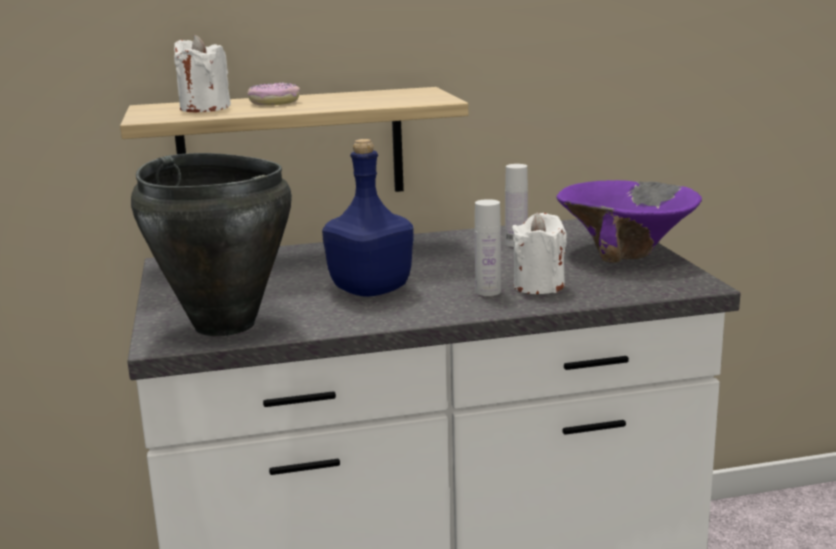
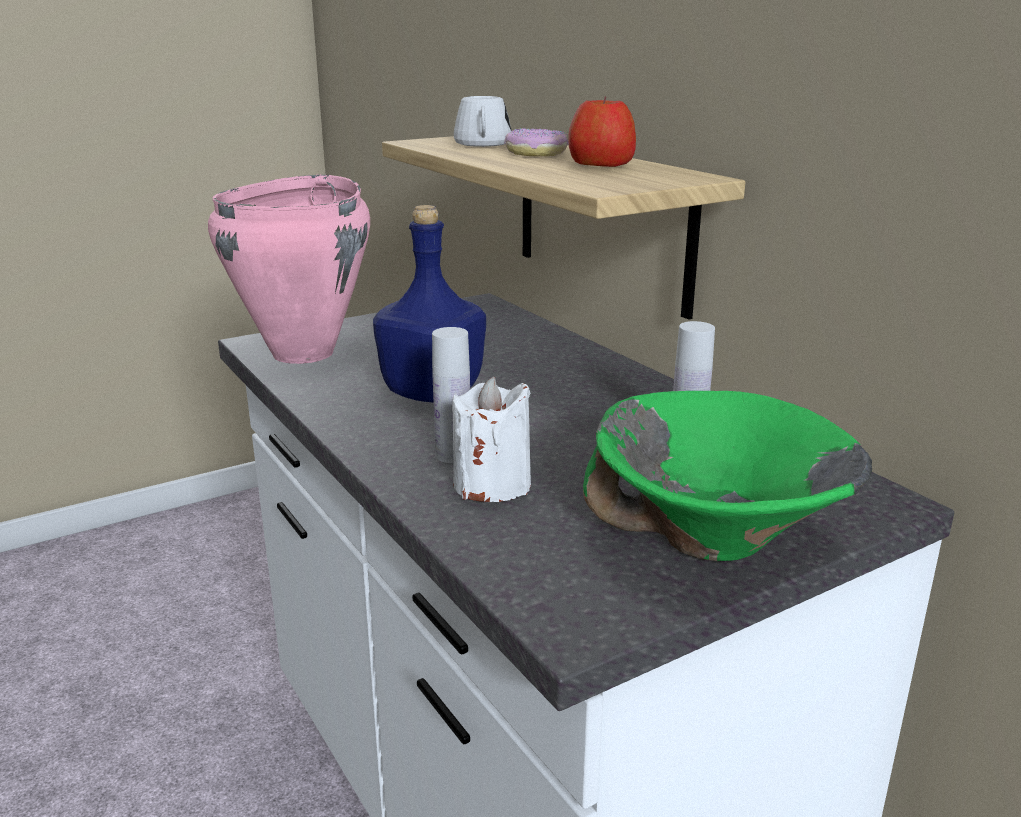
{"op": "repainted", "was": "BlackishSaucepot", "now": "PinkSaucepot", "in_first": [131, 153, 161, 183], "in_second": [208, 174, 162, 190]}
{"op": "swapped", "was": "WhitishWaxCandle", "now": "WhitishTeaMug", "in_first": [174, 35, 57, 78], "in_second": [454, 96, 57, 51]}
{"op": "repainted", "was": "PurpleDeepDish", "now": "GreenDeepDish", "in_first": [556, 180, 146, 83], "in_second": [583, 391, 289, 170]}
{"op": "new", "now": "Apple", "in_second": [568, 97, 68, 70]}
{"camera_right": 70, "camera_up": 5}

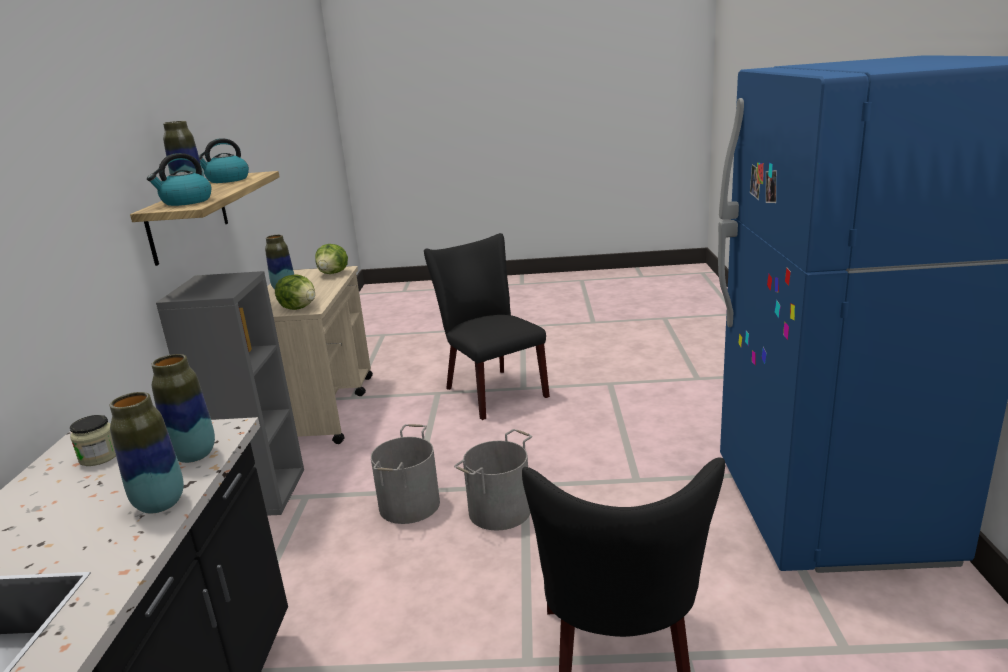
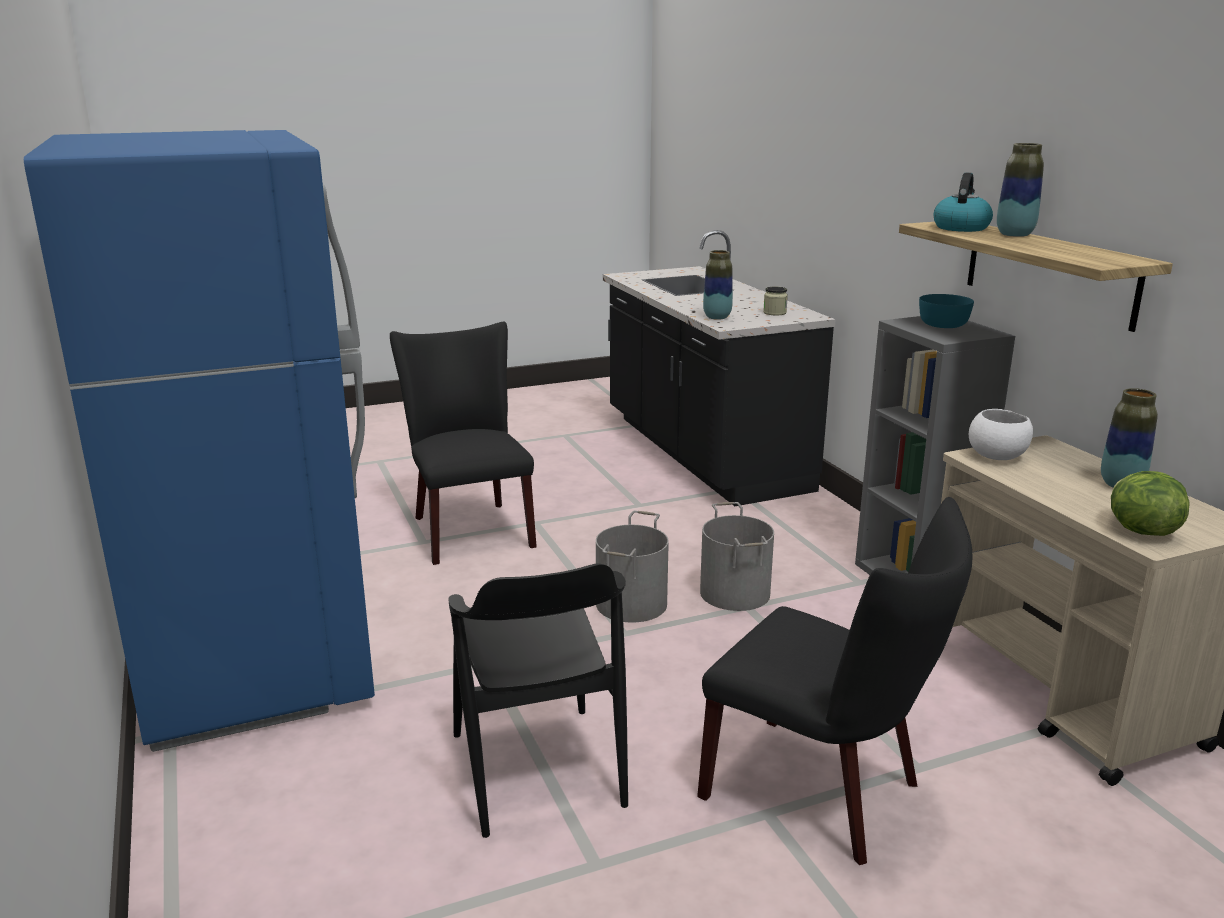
{"op": "gone", "was": "Vase", "in_first": [110, 392, 74, 122]}
{"op": "gone", "was": "Kettle", "in_first": [199, 138, 50, 45]}
{"op": "swapped", "was": "Lettuce", "now": "WhitishDeepDish", "in_first": [275, 274, 40, 36], "in_second": [969, 409, 64, 51]}
{"op": "new", "now": "BlackishUprightChair", "in_second": [448, 563, 180, 275]}
{"op": "new", "now": "TurquoiseColouredDeepDish", "in_second": [919, 294, 55, 34]}
{"camera_right": 155, "camera_up": 0}

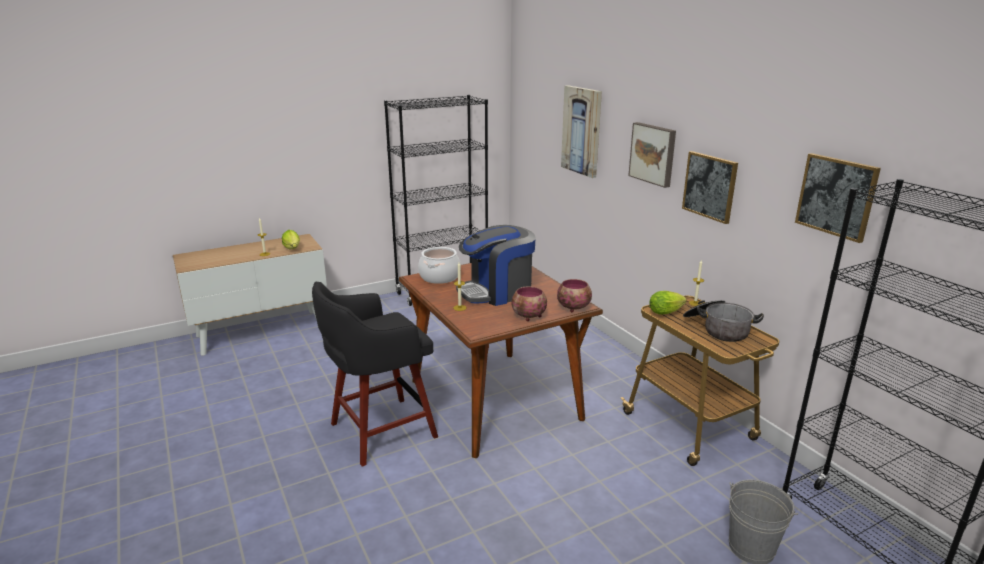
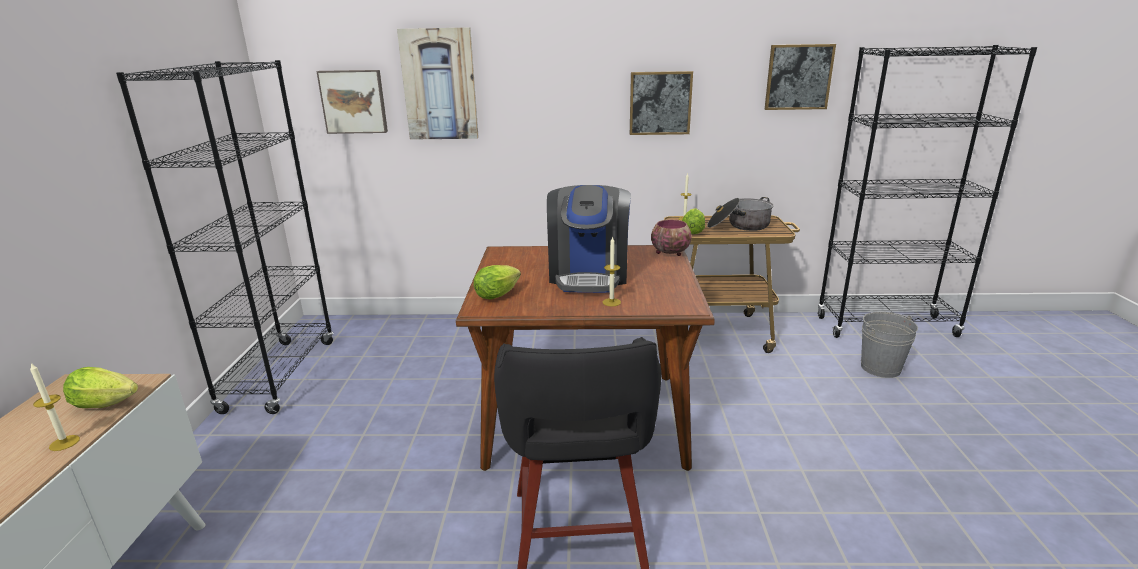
{"op": "swapped", "was": "Saucepot", "now": "Lettuce", "in_first": [418, 247, 43, 37], "in_second": [474, 265, 47, 35]}
{"op": "gone", "was": "DeepDish", "in_first": [511, 286, 36, 35]}
{"op": "shifted", "was": "WallArt", "in_first": [628, 122, 48, 66], "in_second": [317, 70, 71, 64]}
{"camera_right": -60, "camera_up": 0}

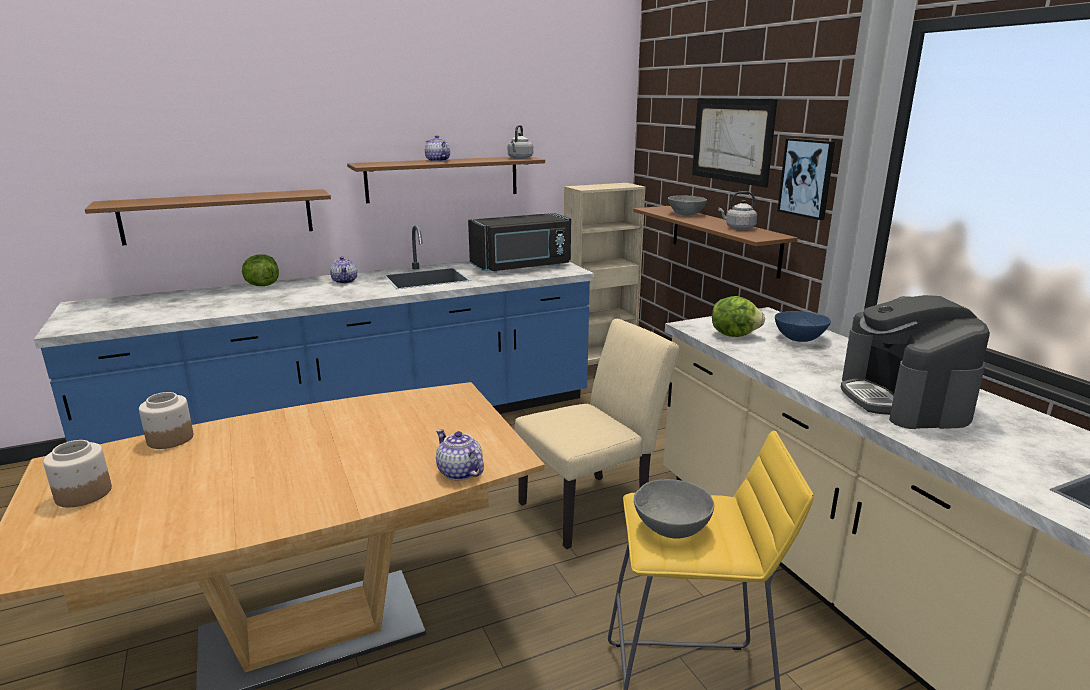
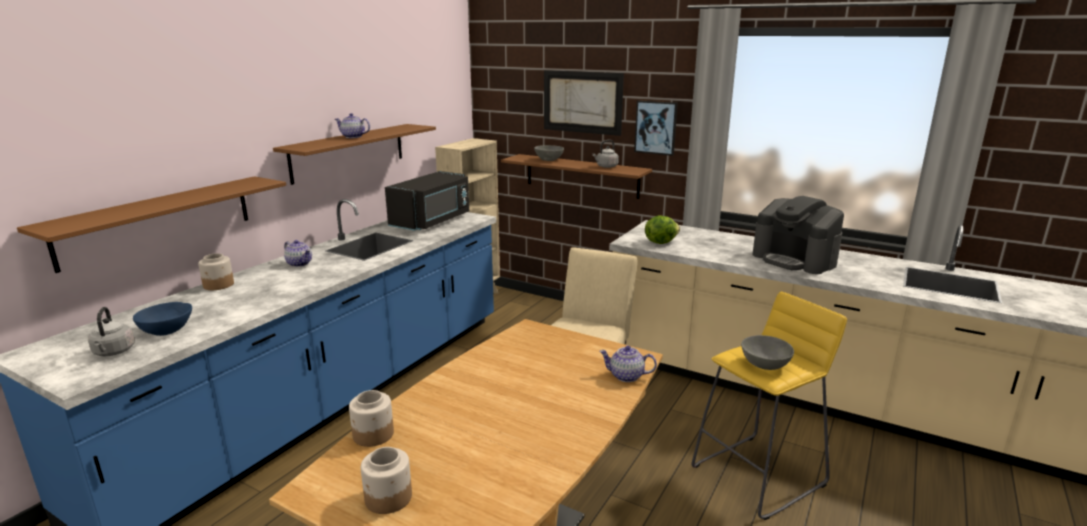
{"op": "swapped", "was": "Lettuce", "now": "PreserveJar", "in_first": [242, 254, 37, 32], "in_second": [198, 253, 36, 37]}
{"op": "shifted", "was": "GrayKettle", "in_first": [508, 125, 25, 34], "in_second": [88, 307, 47, 49]}
{"op": "shifted", "was": "BlueDeepDish", "in_first": [775, 311, 56, 31], "in_second": [133, 302, 59, 34]}
{"camera_right": -35, "camera_up": 0}

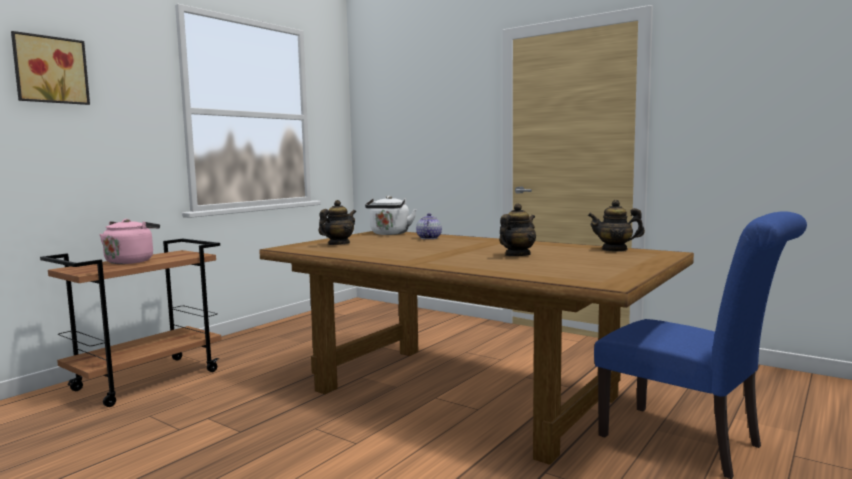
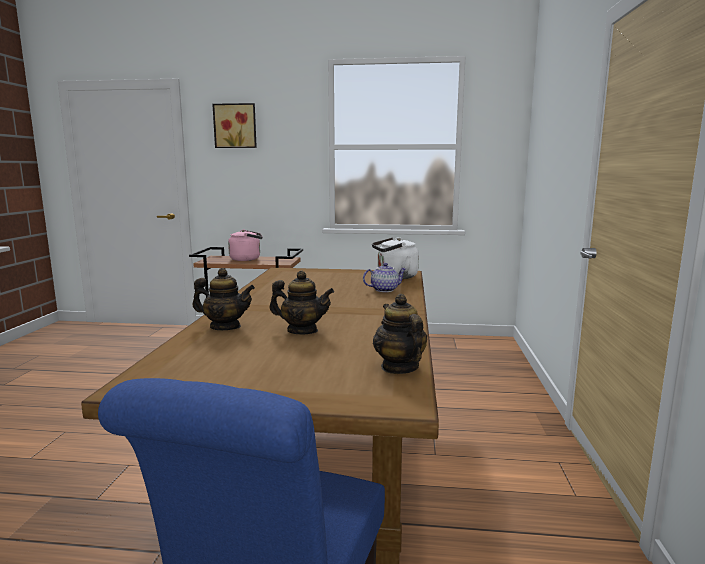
{"op": "shifted", "was": "TeaPot", "in_first": [319, 200, 37, 45], "in_second": [192, 268, 63, 62]}
{"camera_right": 60, "camera_up": 5}

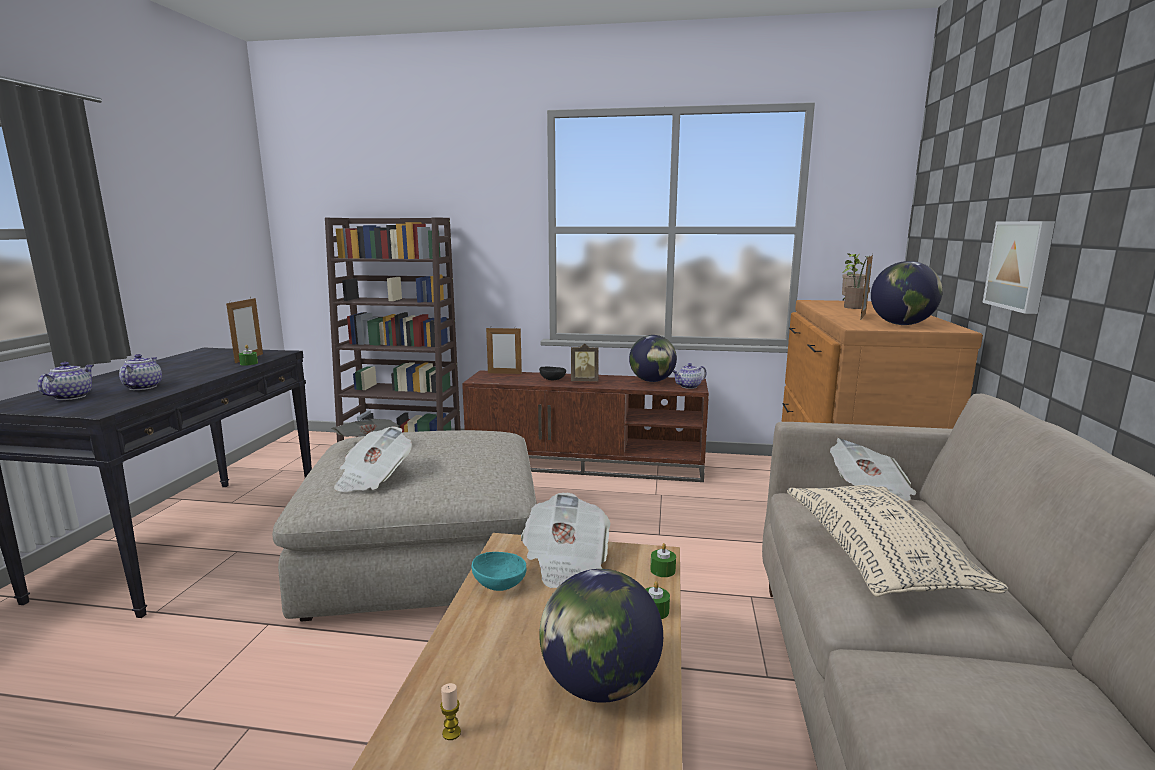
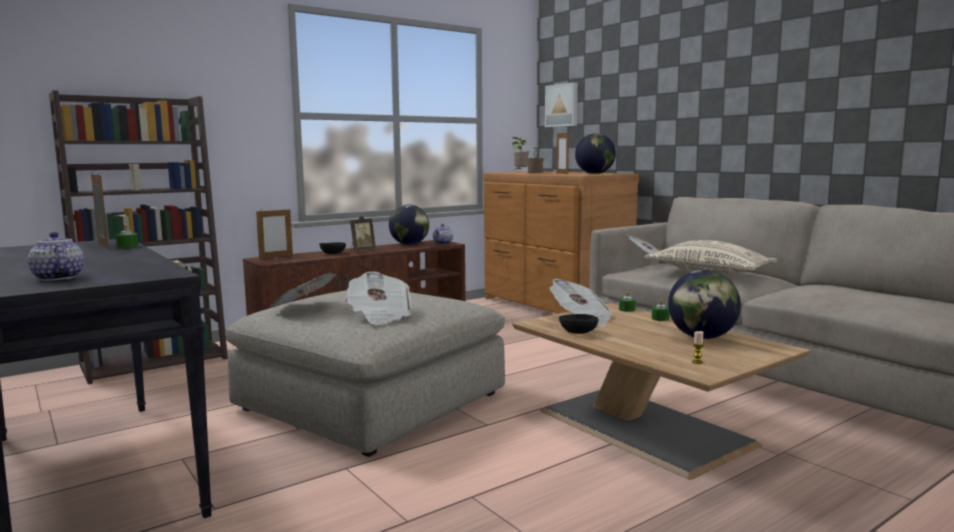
{"op": "gone", "was": "TeaPot", "in_first": [119, 354, 43, 36]}
{"op": "repainted", "was": "TurquoiseColouredDeepDish", "now": "BlackishDeepDish", "in_first": [471, 552, 56, 39], "in_second": [559, 314, 39, 20]}
{"op": "shifted", "was": "WallArt", "in_first": [982, 221, 73, 93], "in_second": [545, 82, 33, 45]}
{"camera_right": -45, "camera_up": -5}

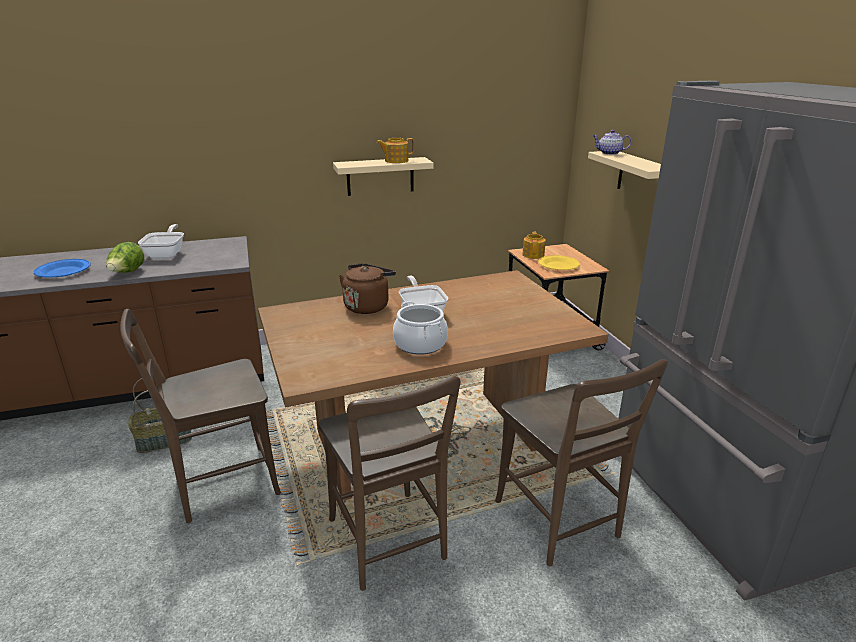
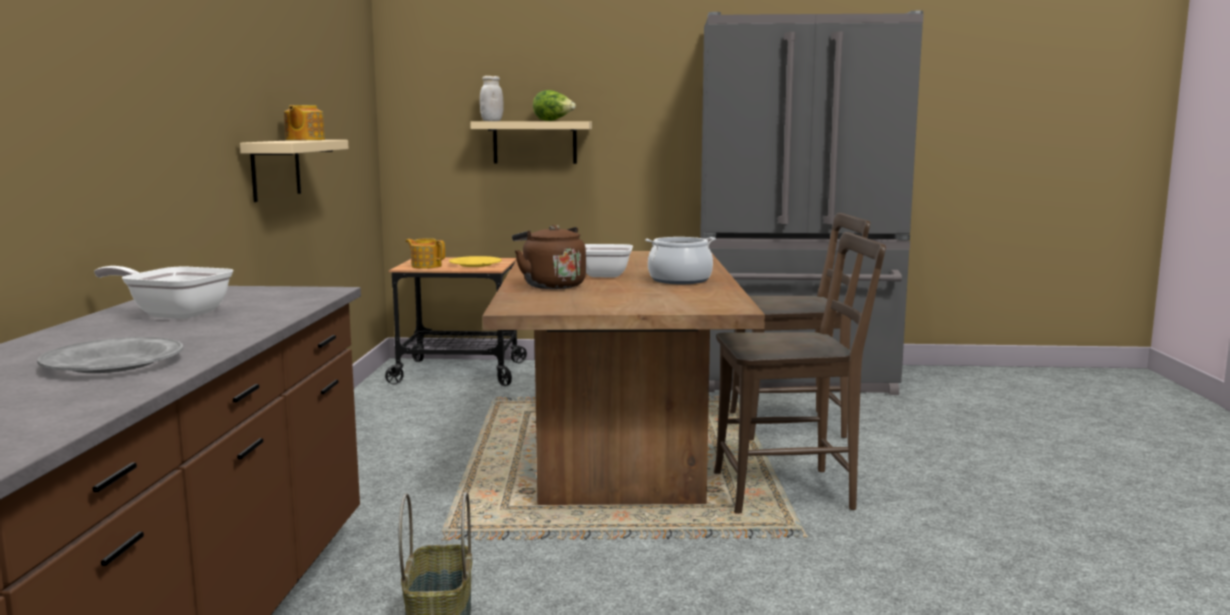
{"op": "repainted", "was": "BlueFlatDish", "now": "GrayFlatDish", "in_first": [34, 259, 57, 19], "in_second": [37, 337, 147, 36]}
{"op": "shifted", "was": "Lettuce", "in_first": [106, 242, 38, 31], "in_second": [533, 90, 43, 31]}
{"op": "gone", "was": "BrownUprightChair", "in_first": [120, 309, 161, 214]}
{"op": "swapped", "was": "TeaPot", "now": "WhitishPreserveJar", "in_first": [592, 130, 40, 25], "in_second": [480, 76, 24, 45]}
{"camera_right": -70, "camera_up": -15}

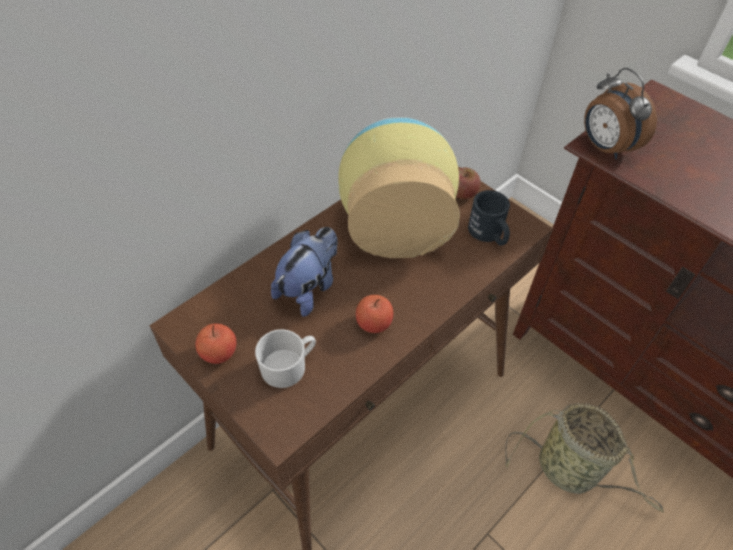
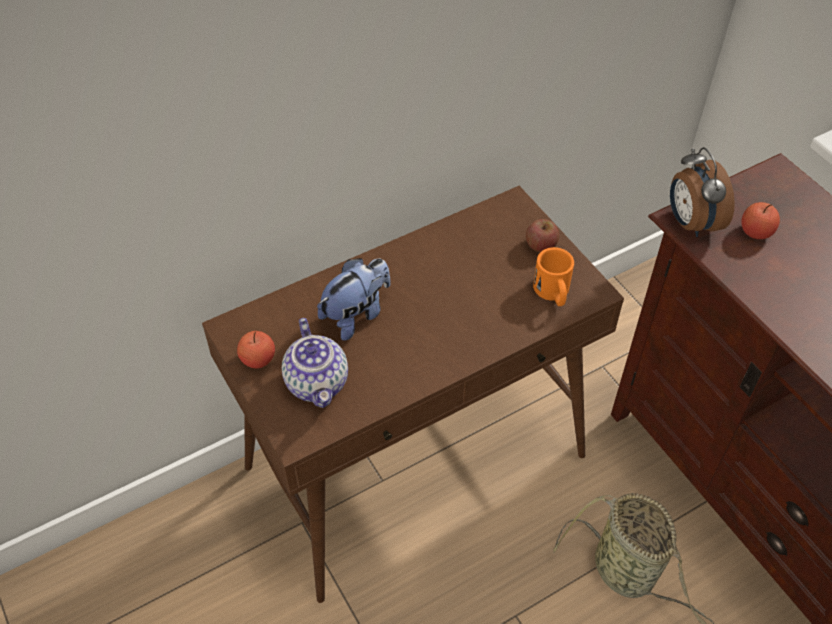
{"op": "swapped", "was": "WhitishTeaMug", "now": "TeaPot", "in_first": [255, 329, 61, 59], "in_second": [282, 318, 66, 90]}
{"op": "gone", "was": "Vase", "in_first": [338, 117, 122, 141]}
{"op": "shifted", "was": "Apple", "in_first": [356, 295, 37, 38], "in_second": [741, 202, 39, 37]}
{"op": "repainted", "was": "BlackishTeaMug", "now": "OrangeColouredTeaMug", "in_first": [468, 190, 42, 56], "in_second": [533, 247, 41, 59]}
{"camera_right": 15, "camera_up": 0}

